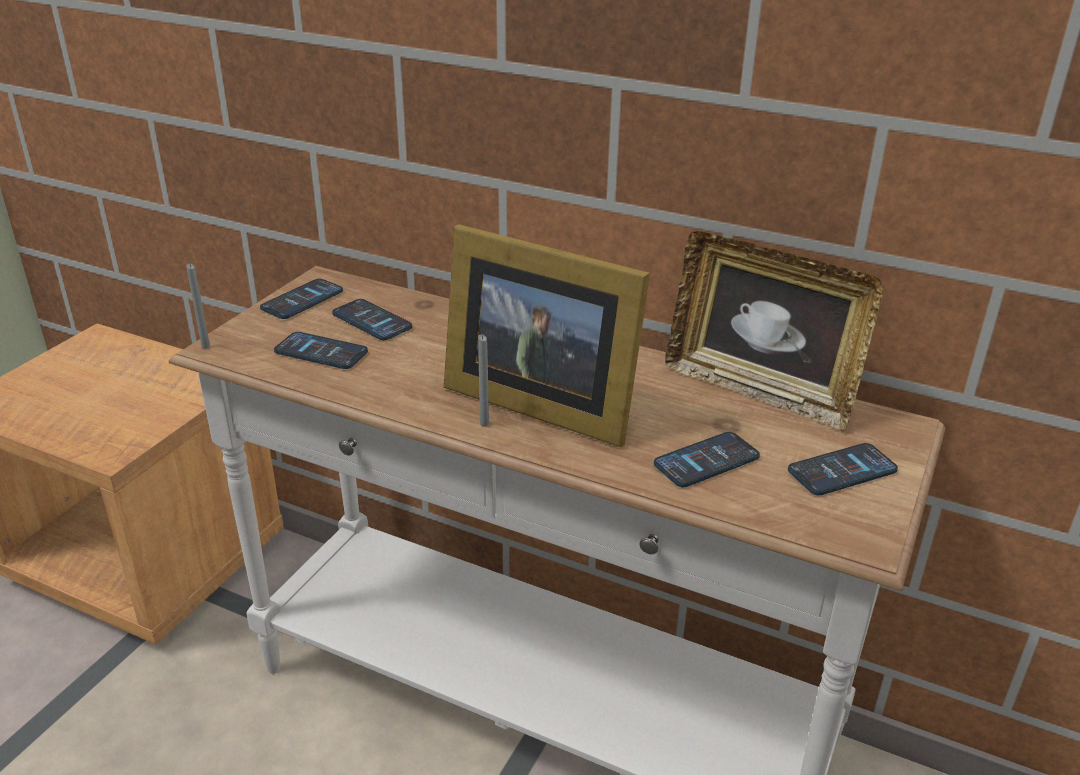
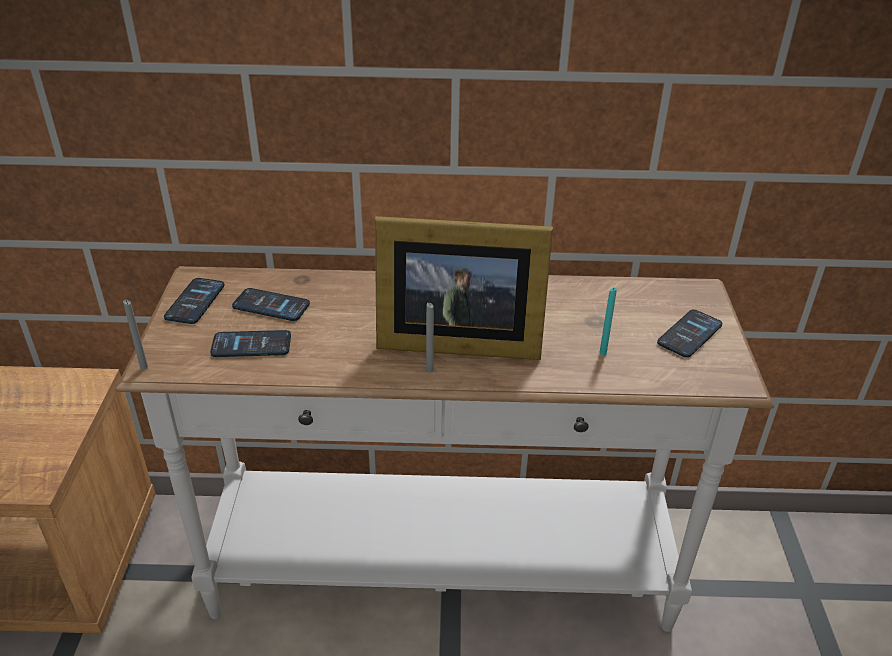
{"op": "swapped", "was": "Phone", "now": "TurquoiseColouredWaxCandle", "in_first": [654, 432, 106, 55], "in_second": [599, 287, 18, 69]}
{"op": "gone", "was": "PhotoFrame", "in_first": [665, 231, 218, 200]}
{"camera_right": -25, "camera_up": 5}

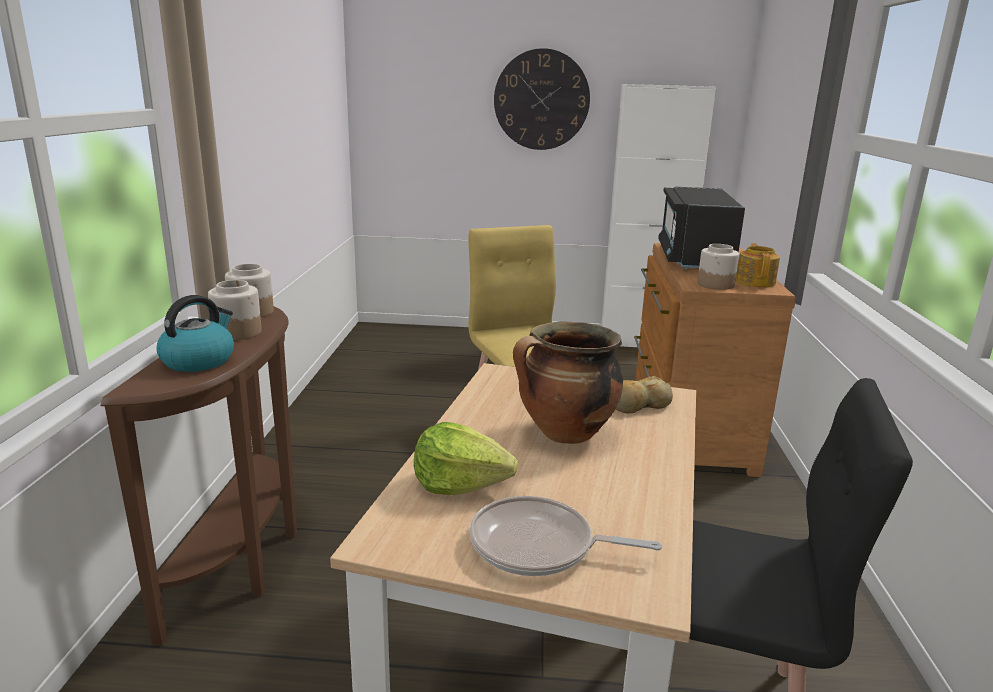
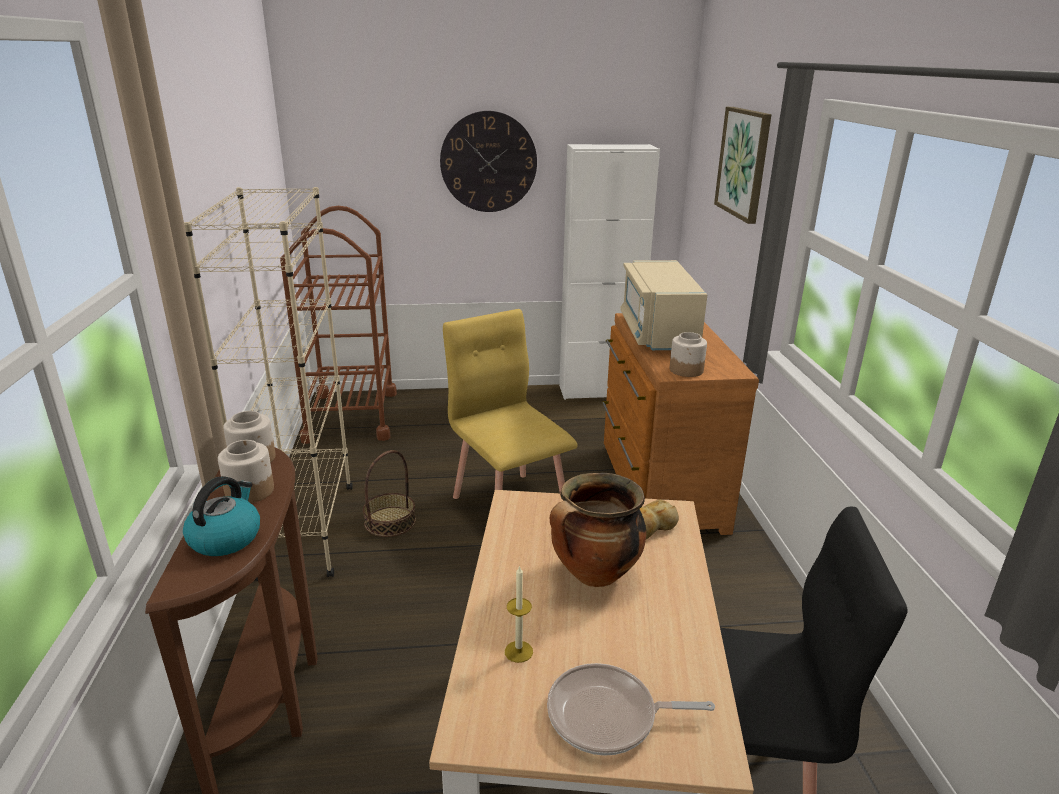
{"op": "swapped", "was": "Lettuce", "now": "WaxCandle", "in_first": [414, 422, 104, 73], "in_second": [505, 565, 28, 98]}
{"op": "repainted", "was": "BlackishMicrowave", "now": "BeigeColouredMicrowave", "in_first": [658, 187, 87, 83], "in_second": [620, 260, 87, 90]}
{"op": "gone", "was": "TeaPot", "in_first": [736, 243, 44, 45]}
{"op": "new", "now": "BeigeColouredBookshelf", "in_second": [184, 187, 169, 394]}
{"op": "new", "now": "BrownCart", "in_second": [280, 206, 117, 238]}
{"op": "new", "now": "Basket", "in_second": [363, 450, 53, 87]}
{"op": "new", "now": "WallArt", "in_second": [714, 107, 58, 117]}
{"camera_right": -10, "camera_up": 5}

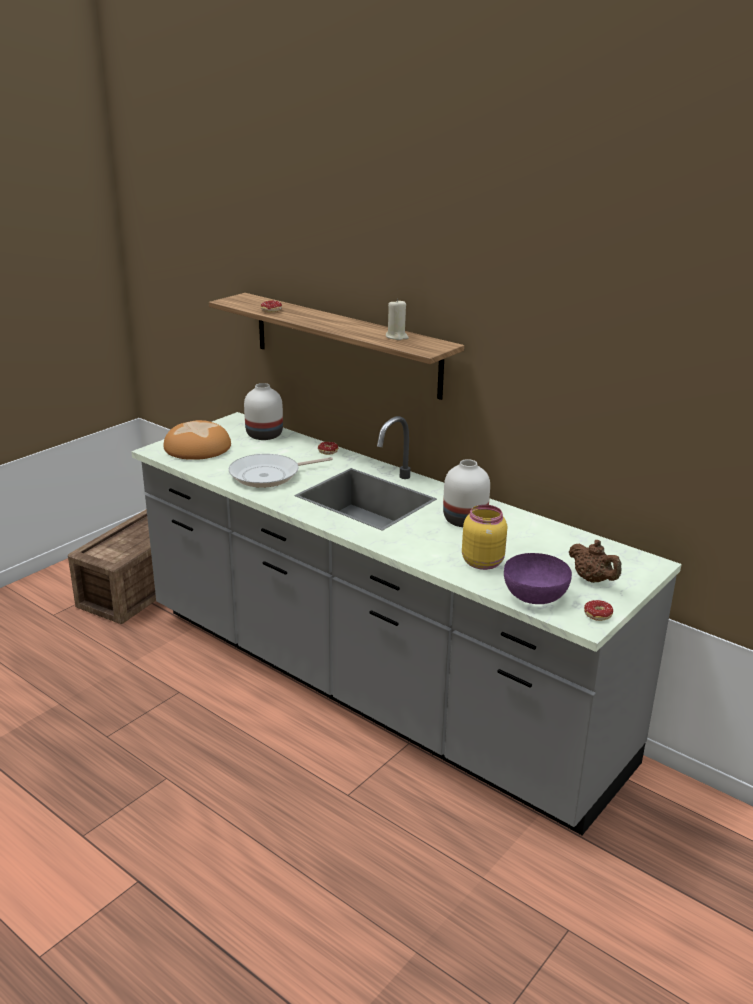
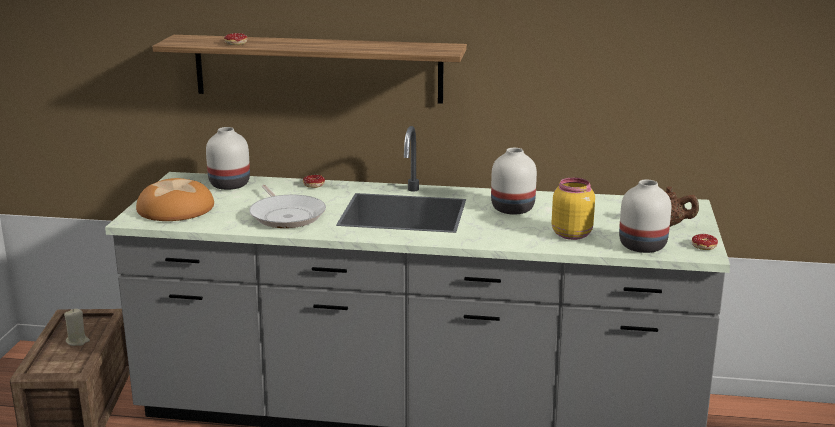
{"op": "rotated", "was": "FryingPan", "in_first": [229, 454, 104, 34], "in_second": [249, 185, 77, 43], "clockwise": -60}
{"op": "shifted", "was": "BeigeColouredWaxCandle", "in_first": [386, 299, 23, 41], "in_second": [64, 309, 26, 37]}
{"op": "swapped", "was": "PurpleDeepDish", "now": "WhitishVase", "in_first": [504, 553, 68, 51], "in_second": [619, 180, 52, 73]}
{"camera_right": -30, "camera_up": -5}

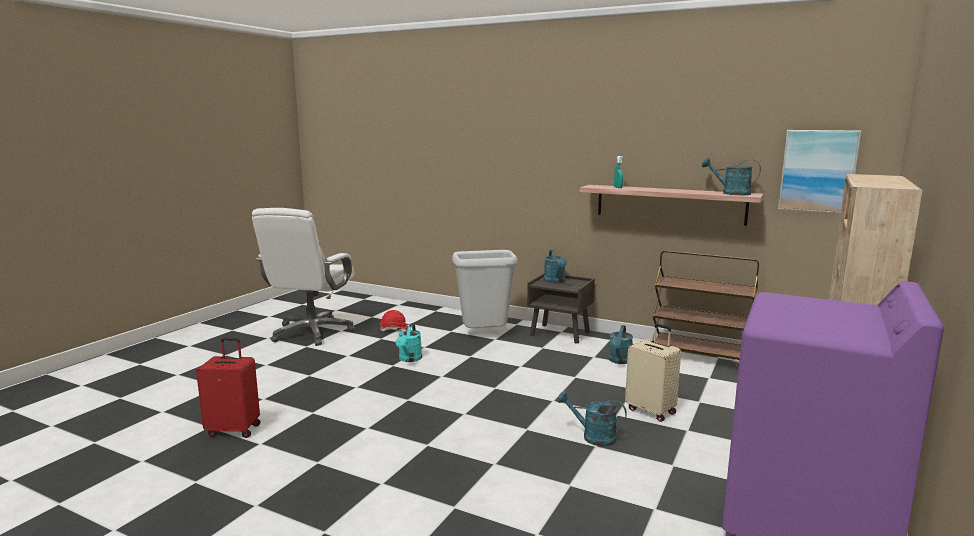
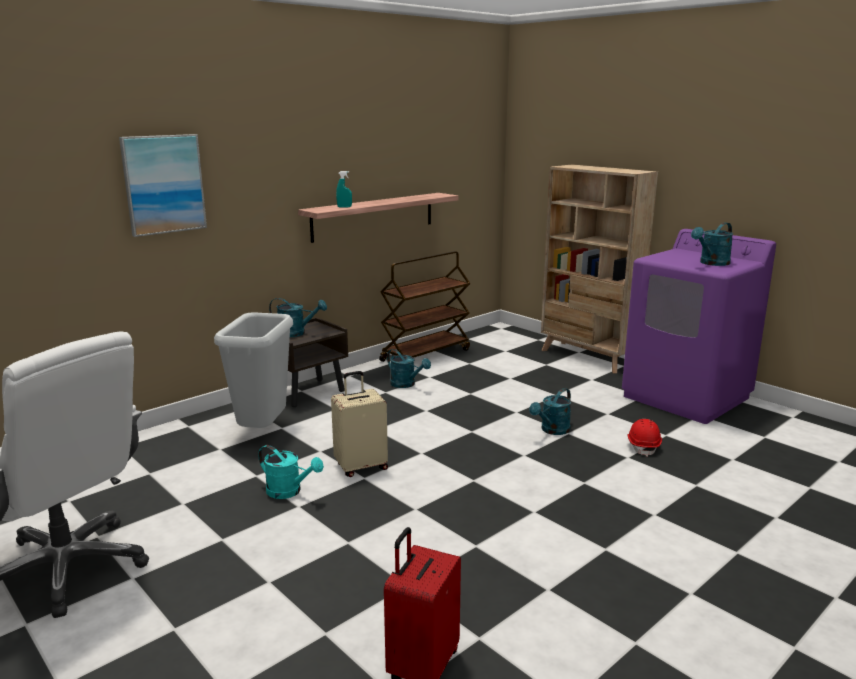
{"op": "shifted", "was": "ReddishHardHat", "in_first": [380, 310, 29, 21], "in_second": [627, 419, 35, 38]}
{"op": "shifted", "was": "BeigeColouredTravelCase", "in_first": [625, 324, 56, 98], "in_second": [331, 371, 57, 106]}
{"op": "shifted", "was": "TurquoiseColouredSprinklingCan", "in_first": [702, 158, 59, 37], "in_second": [691, 222, 43, 44]}
{"op": "shifted", "was": "WallArt", "in_first": [778, 130, 83, 83], "in_second": [119, 134, 88, 103]}
{"camera_right": -70, "camera_up": 5}

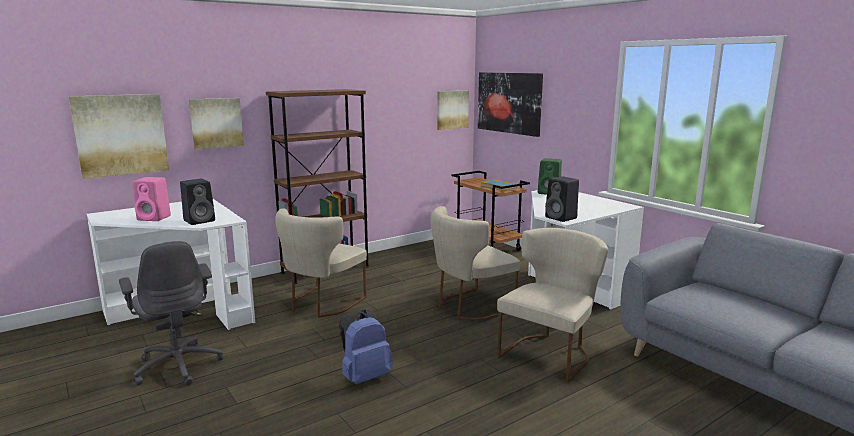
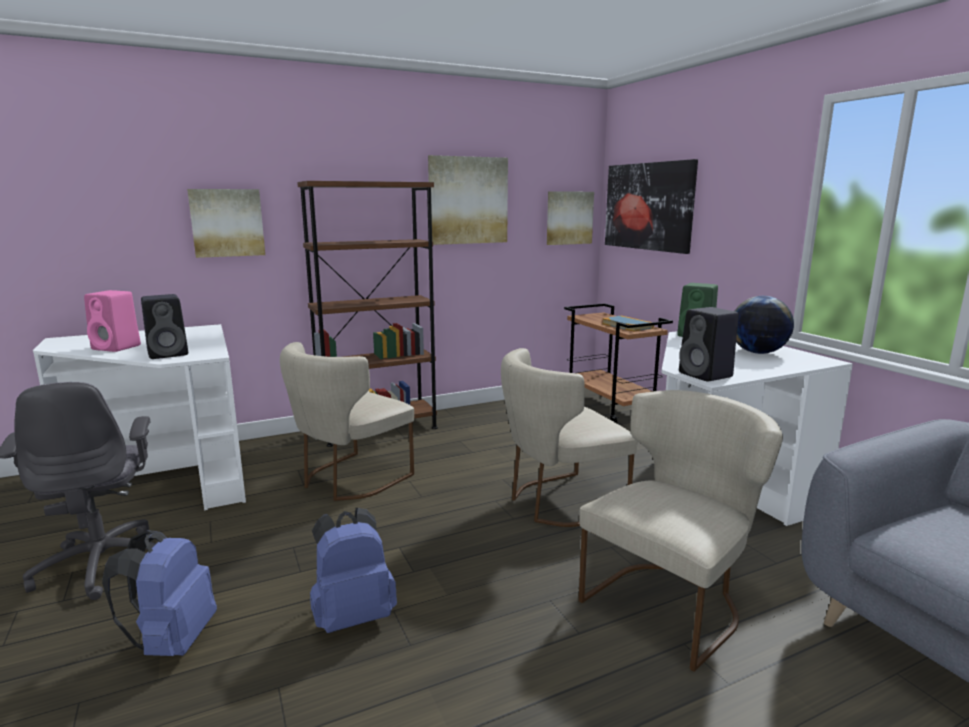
{"op": "shifted", "was": "WallArt", "in_first": [69, 94, 100, 85], "in_second": [428, 155, 80, 90]}
{"op": "new", "now": "BlueKnapsack", "in_second": [102, 530, 115, 126]}
{"op": "new", "now": "DeskGlobe", "in_second": [735, 296, 59, 58]}
{"camera_right": 10, "camera_up": 0}

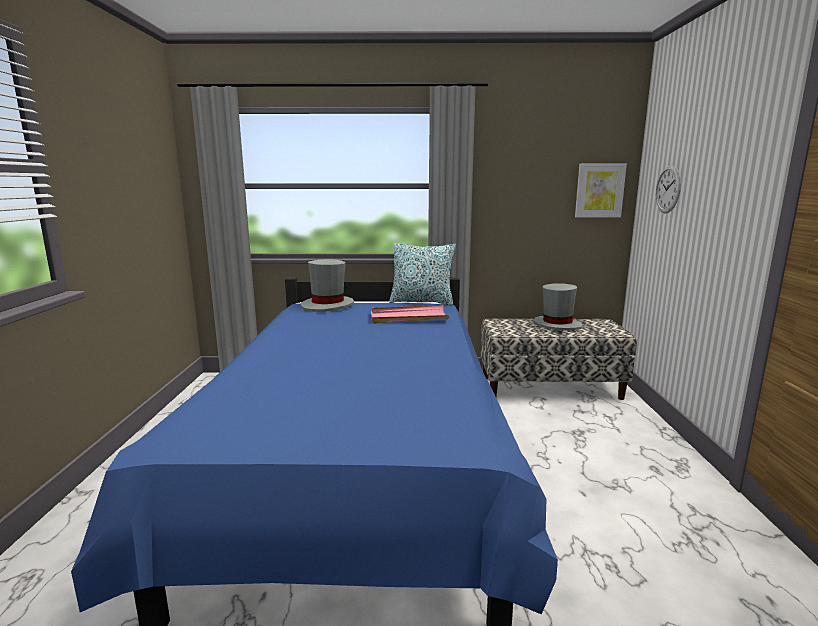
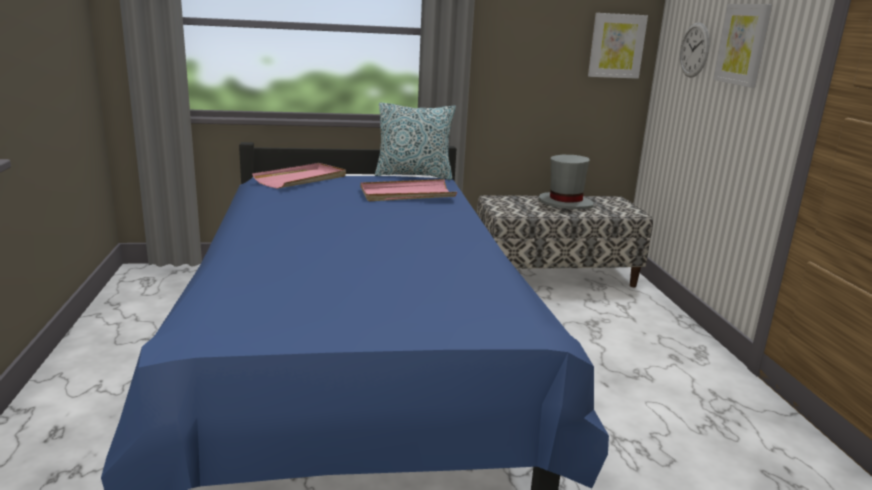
{"op": "swapped", "was": "GrayWearableHat", "now": "PinkTray", "in_first": [301, 259, 53, 53], "in_second": [252, 163, 94, 26]}
{"op": "new", "now": "WallArt", "in_second": [713, 4, 60, 84]}
{"camera_right": -10, "camera_up": 5}

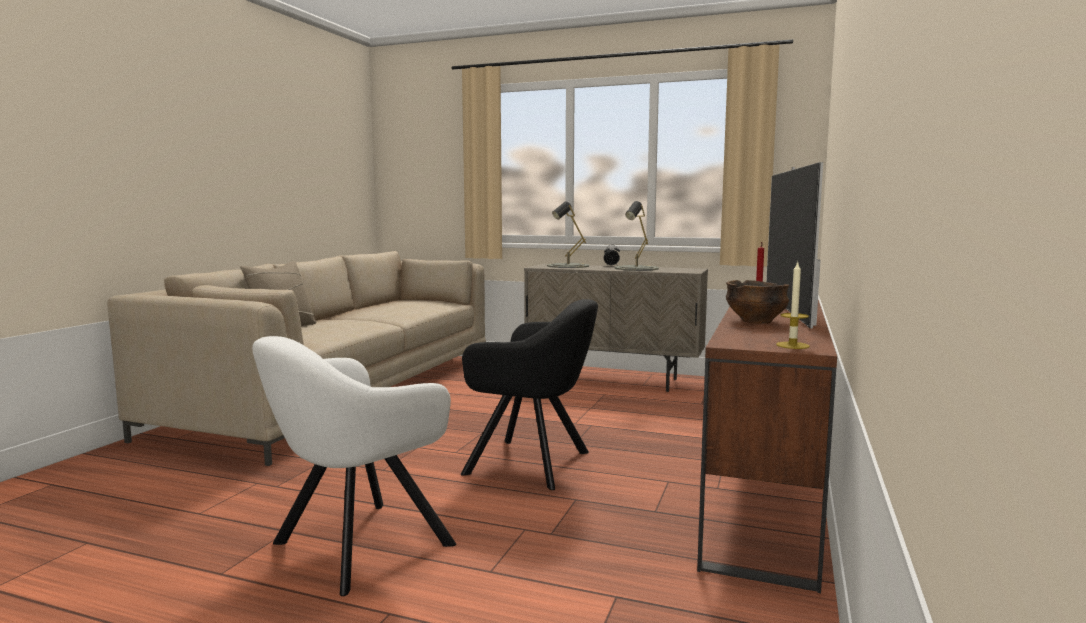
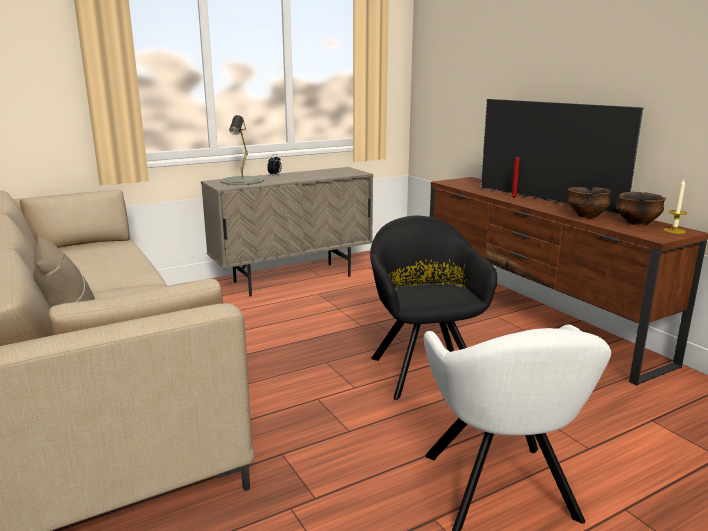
{"op": "rotated", "was": "BlackishArmchair", "in_first": [461, 299, 137, 191], "in_second": [370, 216, 127, 184], "clockwise": -75}
{"op": "gone", "was": "GrayTableLamp", "in_first": [615, 201, 44, 70]}
{"op": "new", "now": "DeepDish", "in_second": [616, 192, 50, 33]}
{"camera_right": -50, "camera_up": 10}

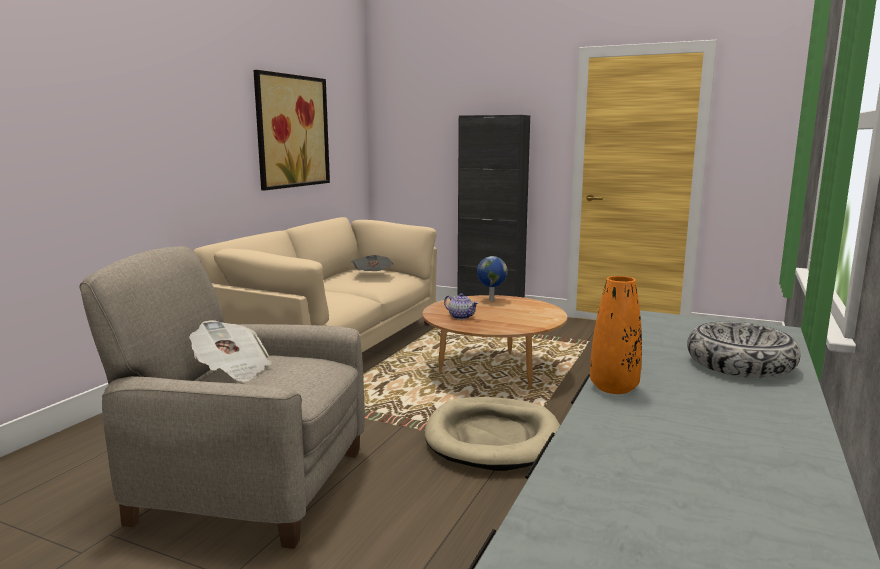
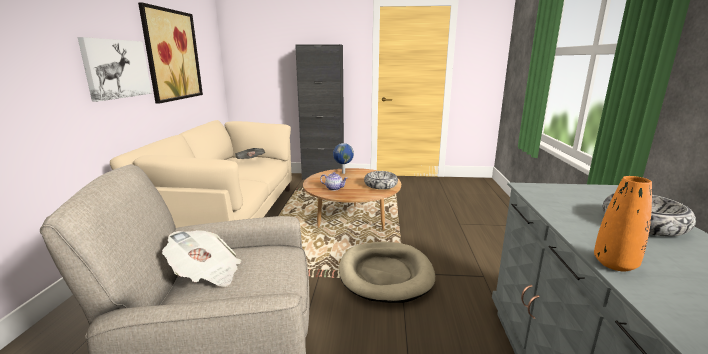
{"op": "new", "now": "WallArt", "in_second": [78, 37, 74, 65]}
{"op": "new", "now": "DeepDish", "in_second": [364, 171, 34, 18]}
{"camera_right": -20, "camera_up": 5}

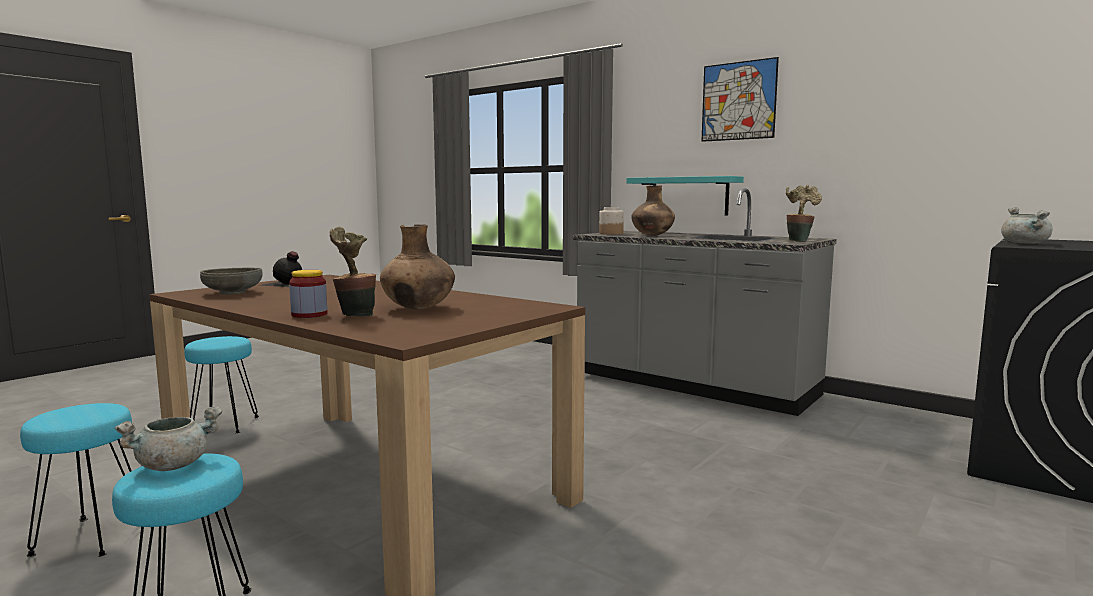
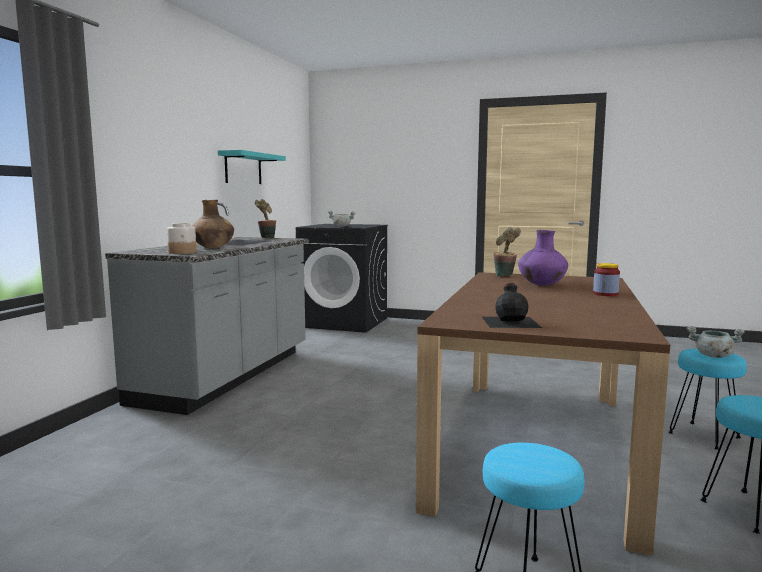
{"op": "gone", "was": "GrayDeepDish", "in_first": [200, 268, 62, 27]}
{"op": "shifted", "was": "PottedPlant", "in_first": [329, 227, 47, 90], "in_second": [493, 227, 28, 49]}
{"op": "repainted", "was": "BrownVase", "now": "PurpleVase", "in_first": [380, 224, 75, 85], "in_second": [518, 230, 50, 56]}
{"op": "shifted", "was": "TurquoiseColouredBracketShelf", "in_first": [627, 176, 117, 40], "in_second": [218, 150, 68, 34]}
{"op": "gone", "was": "WallArt", "in_first": [701, 57, 78, 85]}
{"camera_right": -110, "camera_up": 0}

